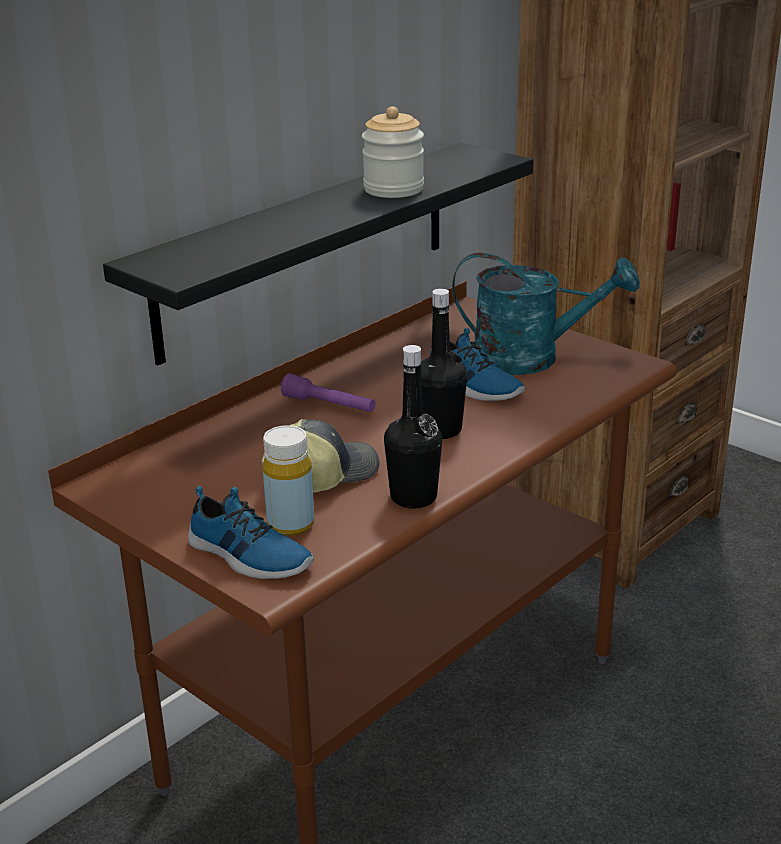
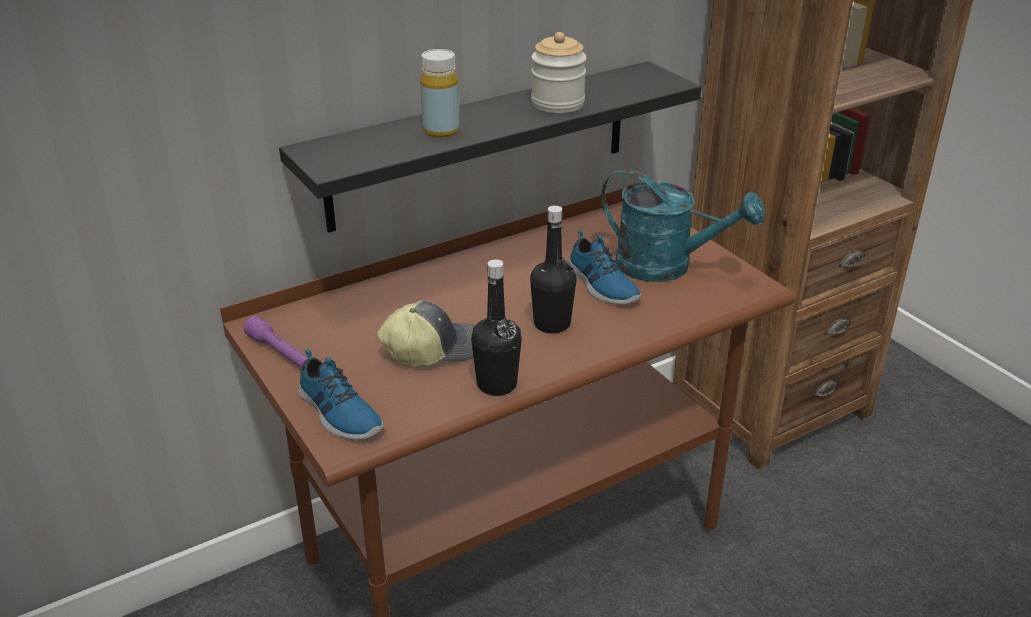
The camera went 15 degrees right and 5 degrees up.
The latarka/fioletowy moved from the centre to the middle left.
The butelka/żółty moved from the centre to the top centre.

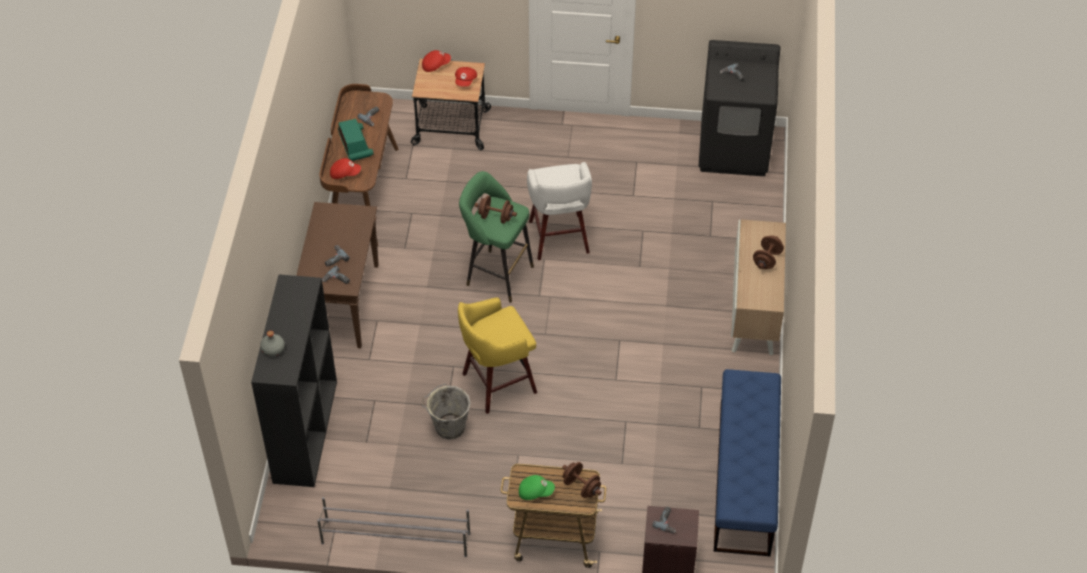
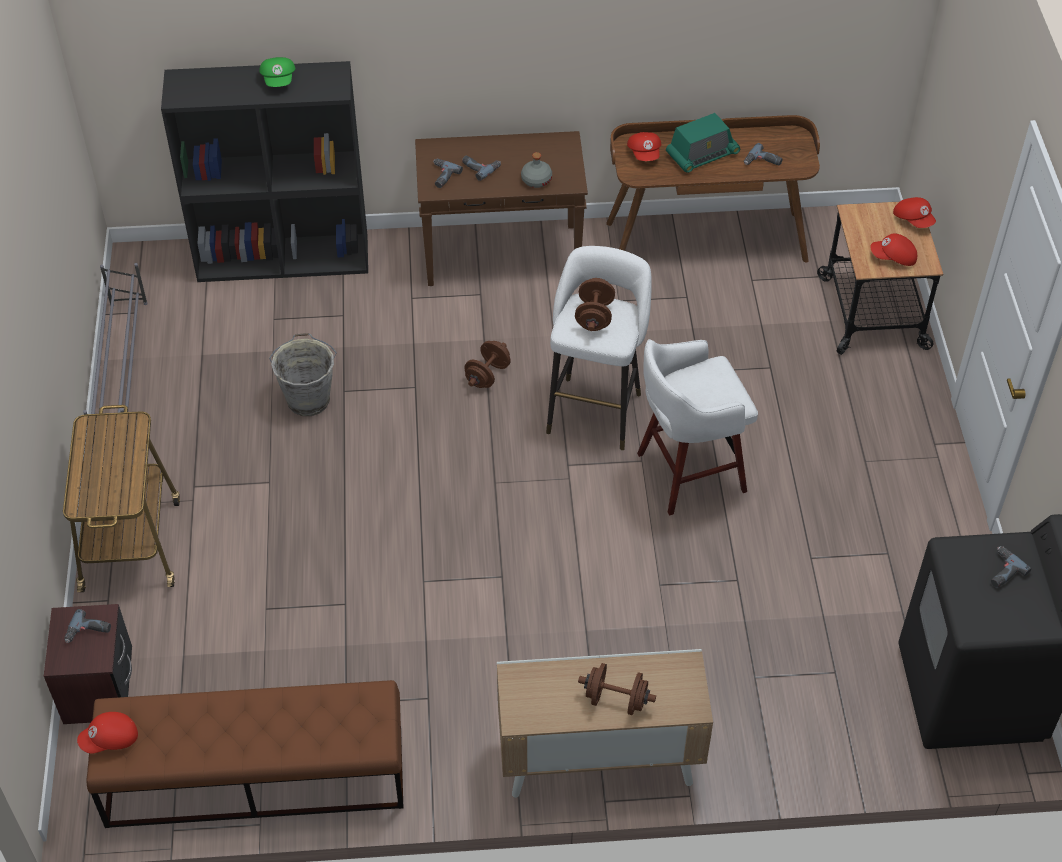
The camera went 80 degrees right and 0 degrees up.
The czapka z daszkiem/czerwony (1st from left) at the bottom left appeared.
The ławka/niebieski at the bottom right became the ławka/brązowy at the bottom left.
The czapka z daszkiem/zielony moved from the bottom centre to the top left.
The hantel/brązowy (2nd from left in the first image) moved from the bottom centre to the centre.
The butelka/szary moved from the middle left to the top centre.
The stołek/zielony at the centre became the stołek/biały (1st from left) at the centre.
The stołek/żółty at the centre disappeared.

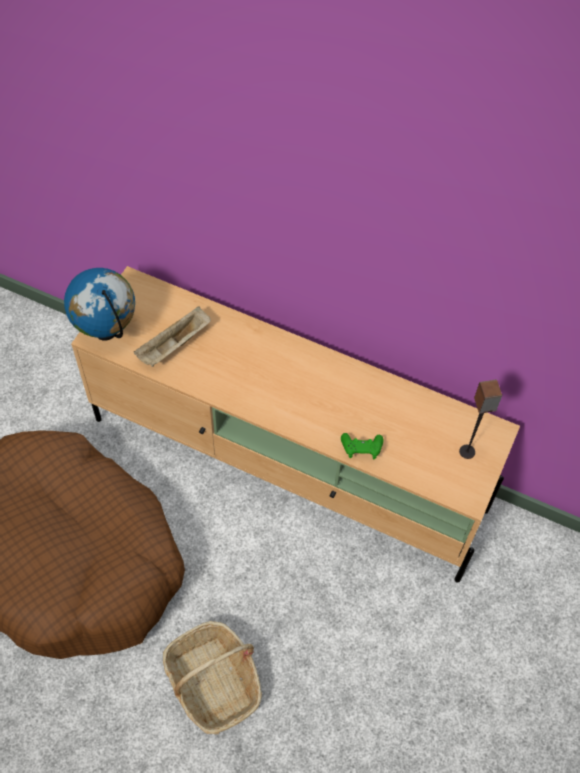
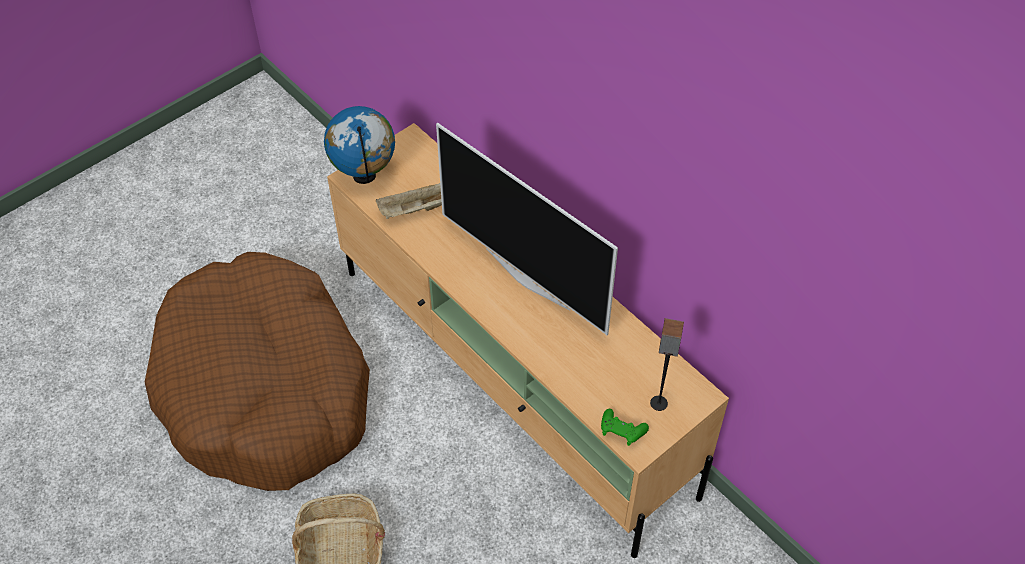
The camera went 25 degrees right and 5 degrees down.
The telewizor at the centre appeared.
The pad do gier/zielony moved from the centre to the bottom centre.

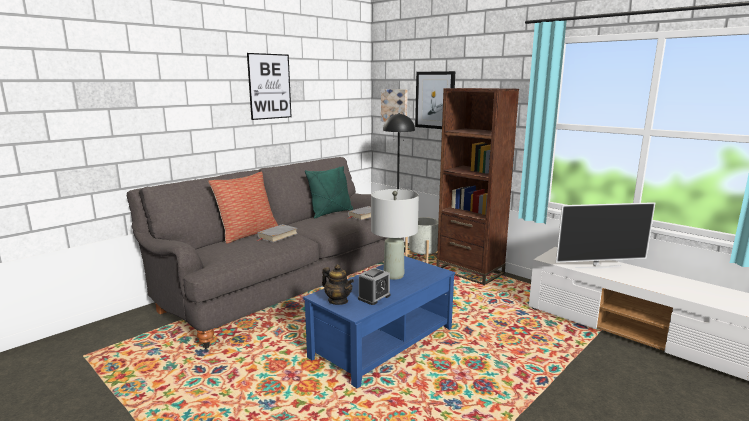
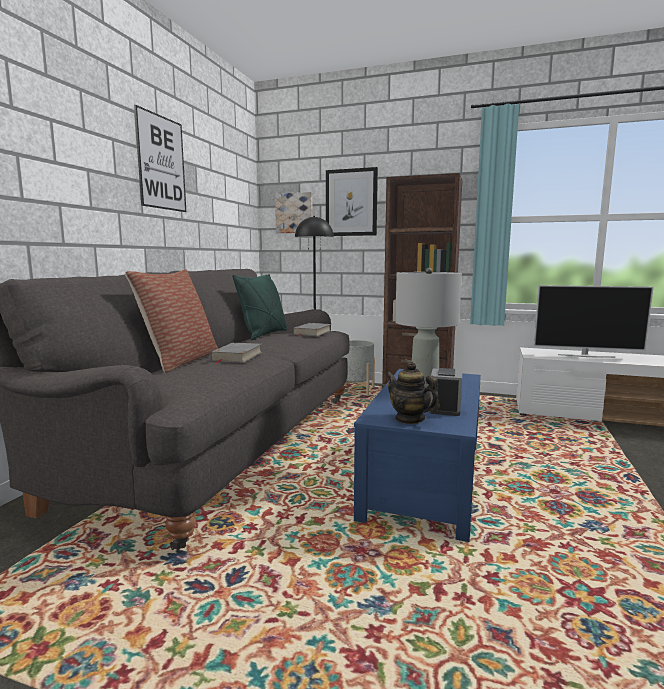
The camera went 25 degrees left and 5 degrees down.
The imbryk at the bottom centre turned 150 degrees counterclockwise.
The telewizor at the middle right turned 45 degrees clockwise.

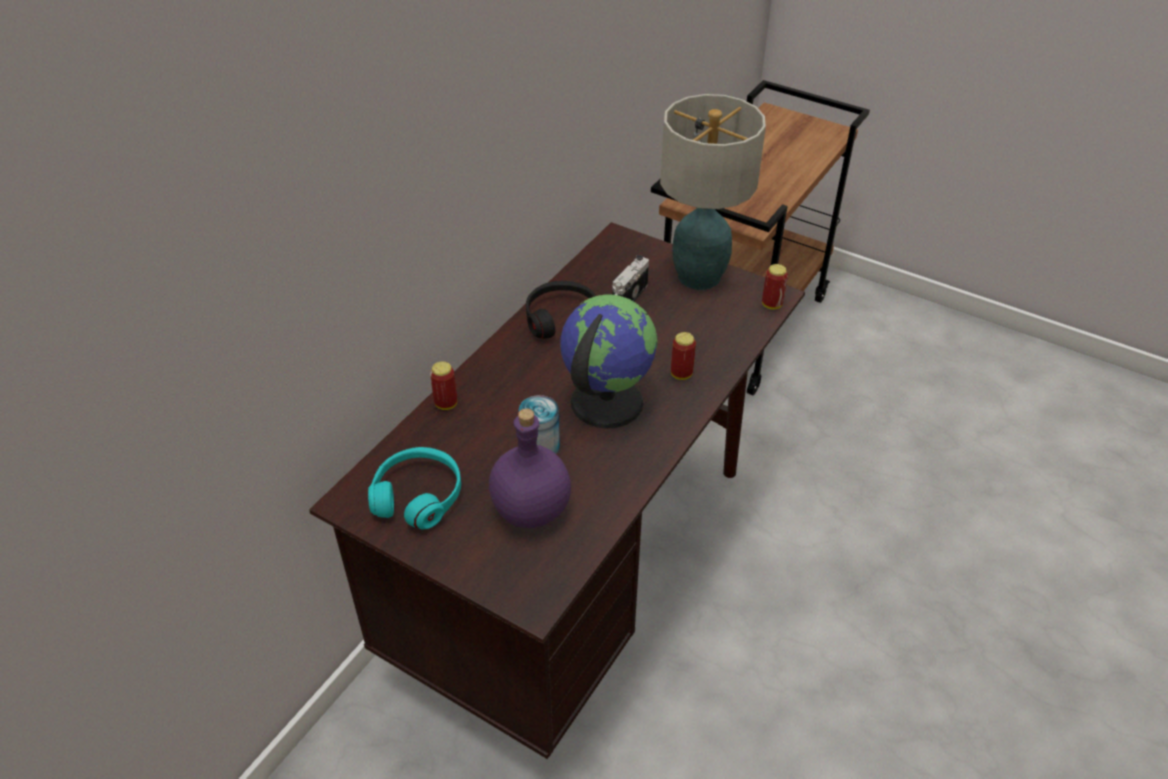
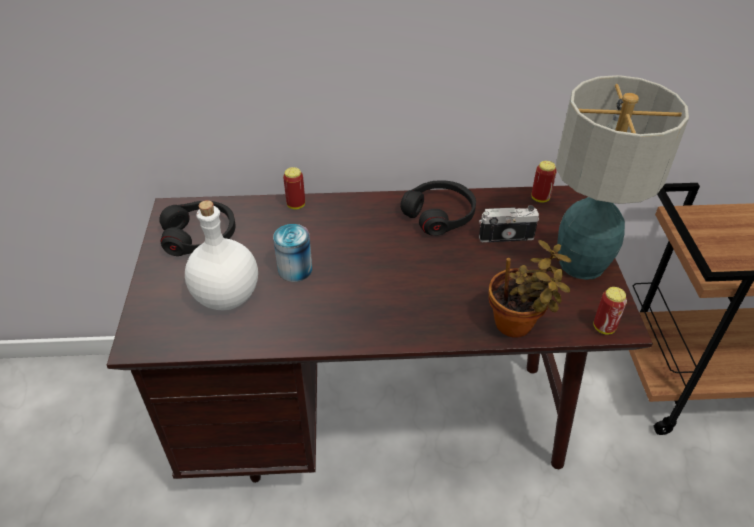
The camera went 55 degrees right and 0 degrees up.
The słuchawki/turkusowy at the centre became the słuchawki/czarny (1st from left) at the middle left.
The butelka/fioletowy at the centre became the butelka/biały at the middle left.
The roślina doniczkowa at the middle right appeared.
The puszka (3rd from left) moved from the centre to the middle right.
The globus at the centre disappeared.

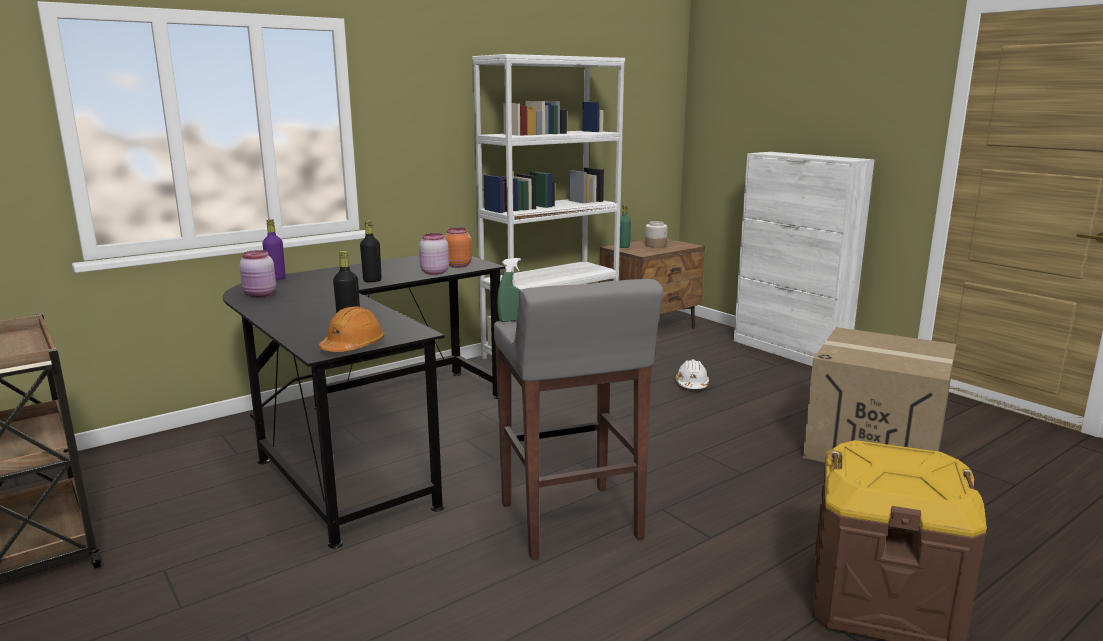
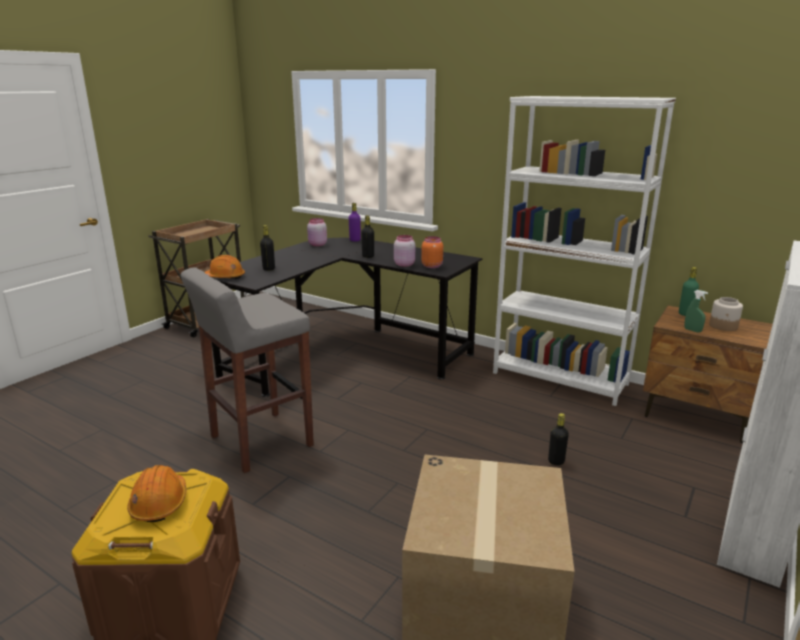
The camera went 70 degrees right and 5 degrees up.
The kask/pomarańczowy (1st from left) at the bottom left appeared.
The kask/biały at the centre was replaced by the butelka/czarny (3rd from left) at the bottom right.
The spryskiwacz/zielony moved from the centre to the middle right.

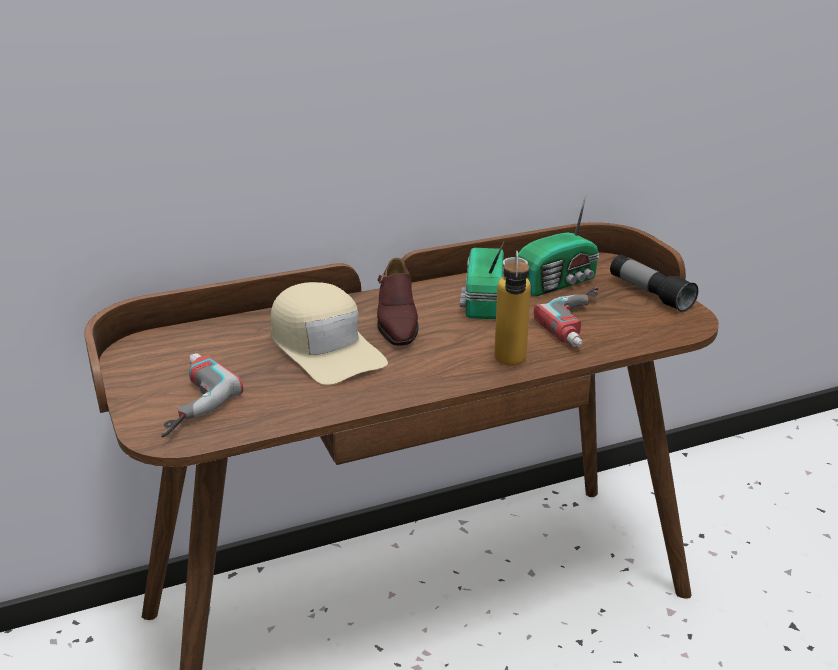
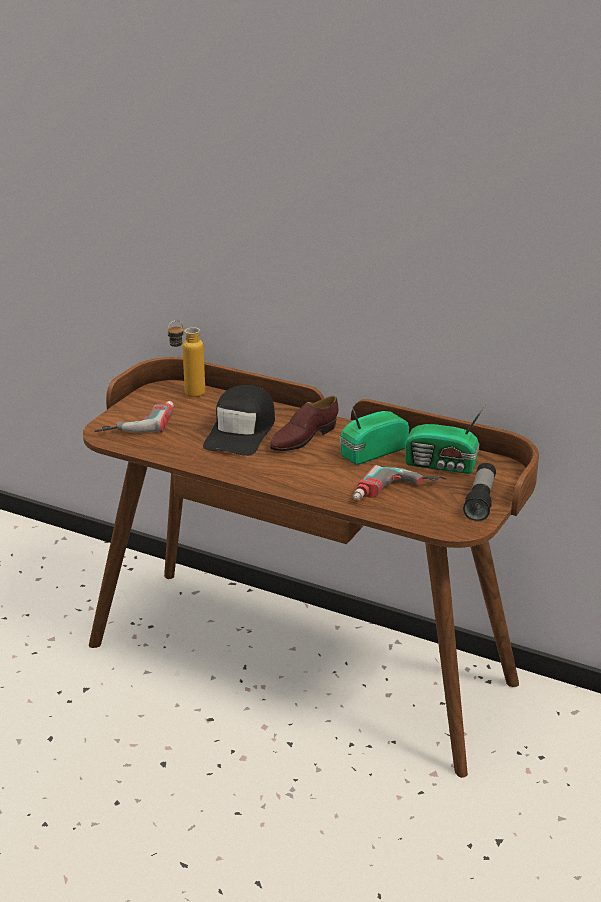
The camera went 50 degrees right and 0 degrees up.
The butelka moved from the centre to the middle left.
The czapka z daszkiem/beżowy at the centre became the czapka z daszkiem/czarny at the centre.

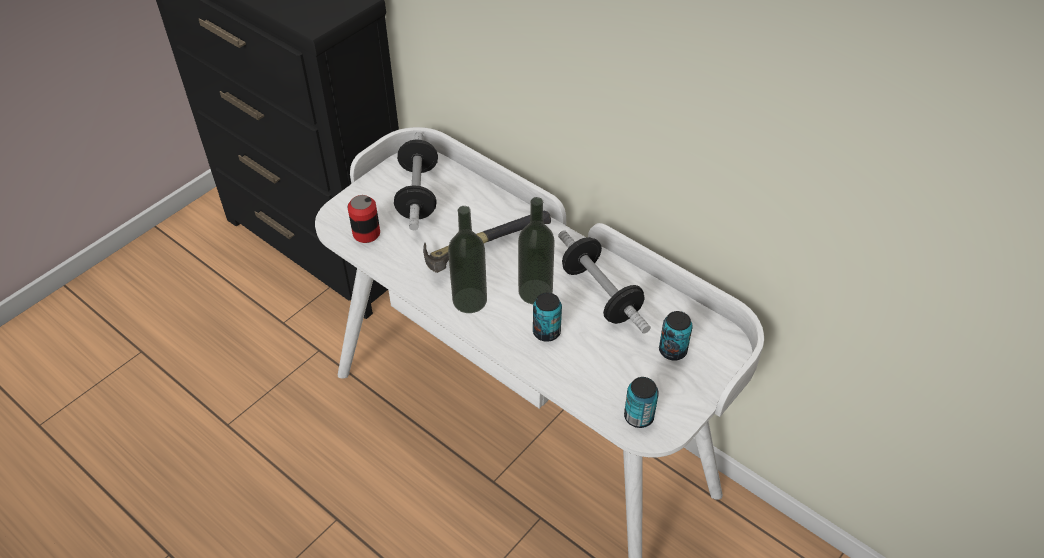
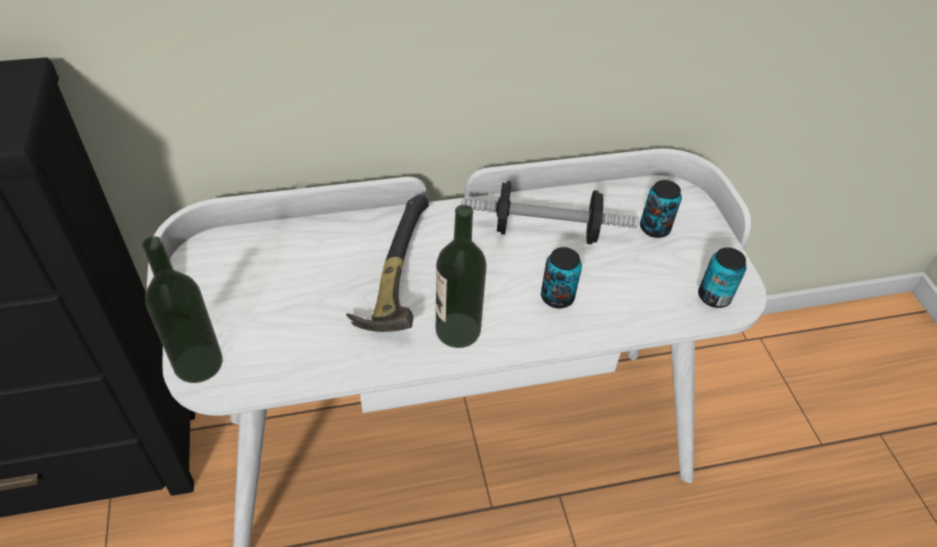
The camera went 55 degrees left and 0 degrees up.
The butelka (2nd from left in the first image) moved from the centre to the middle left.
The puszka (1st from left) at the centre disappeared.
The hantel (1st from left) at the top centre disappeared.

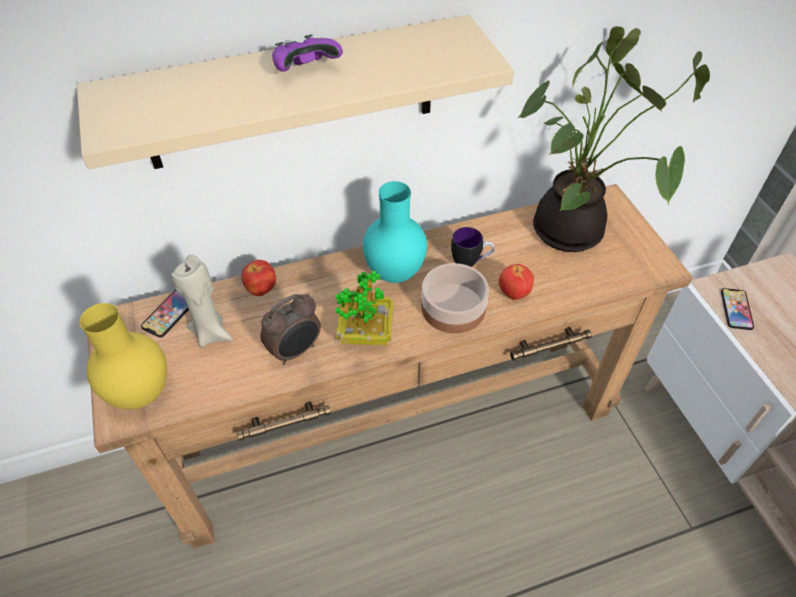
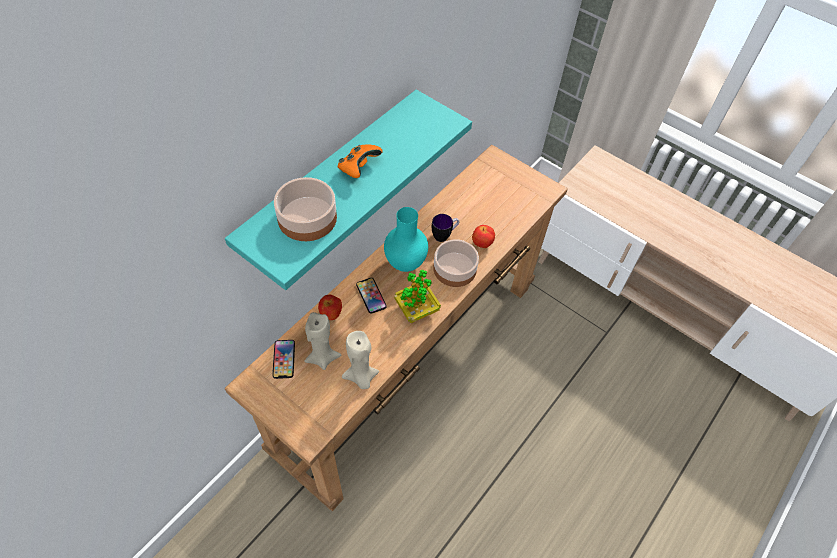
The camera went 35 degrees left and 5 degrees up.
The półka/beżowy at the top centre became the półka/turkusowy at the centre.
The miska (1st from left) at the centre appeared.
The pad do gier/fioletowy at the top centre became the pad do gier/pomarańczowy at the top centre.
The świeca/beżowy (2nd from left) at the centre appeared.
The telefon (2nd from left) moved from the middle right to the centre.
The wazon/żółty at the middle left disappeared.
The budzik at the centre disappeared.
The roślina doniczkowa (2nd from left) at the top right disappeared.

